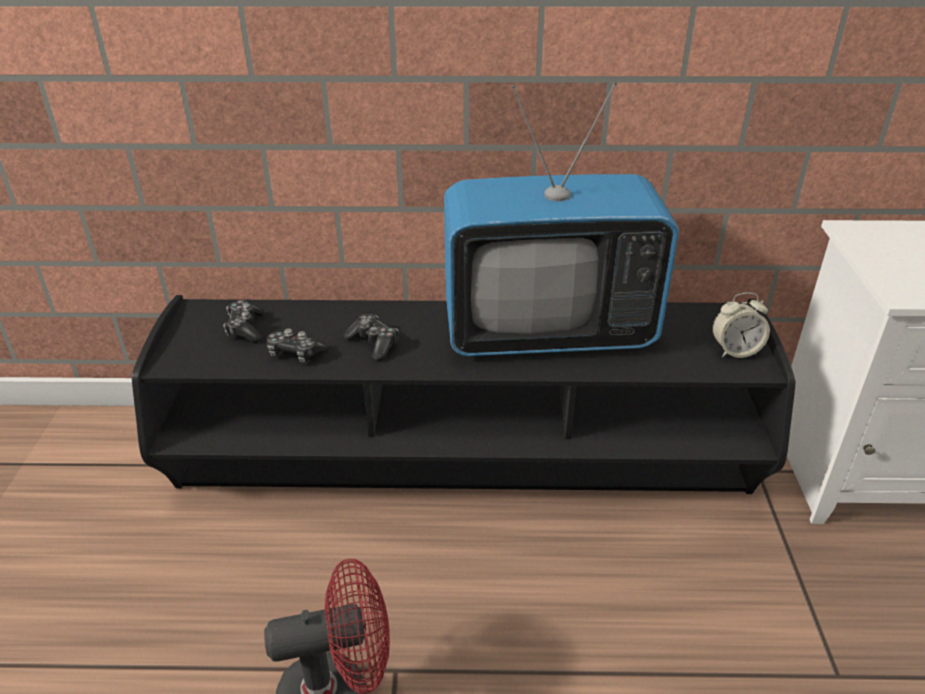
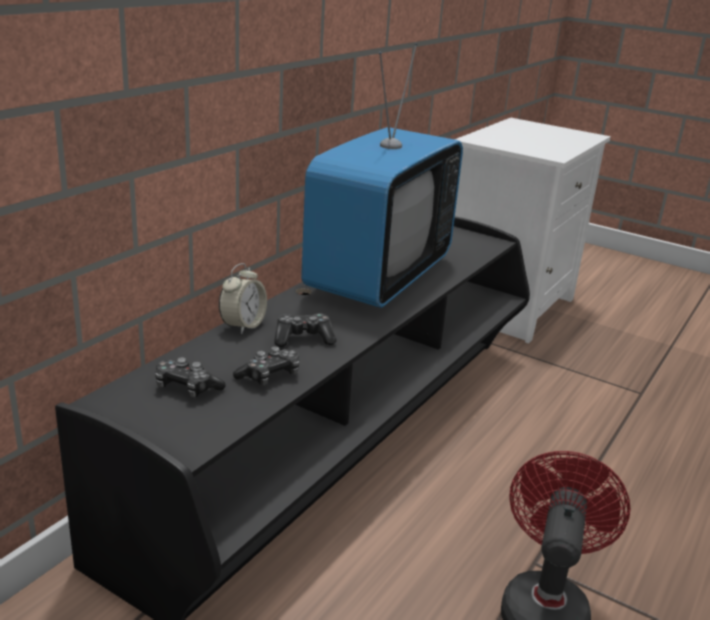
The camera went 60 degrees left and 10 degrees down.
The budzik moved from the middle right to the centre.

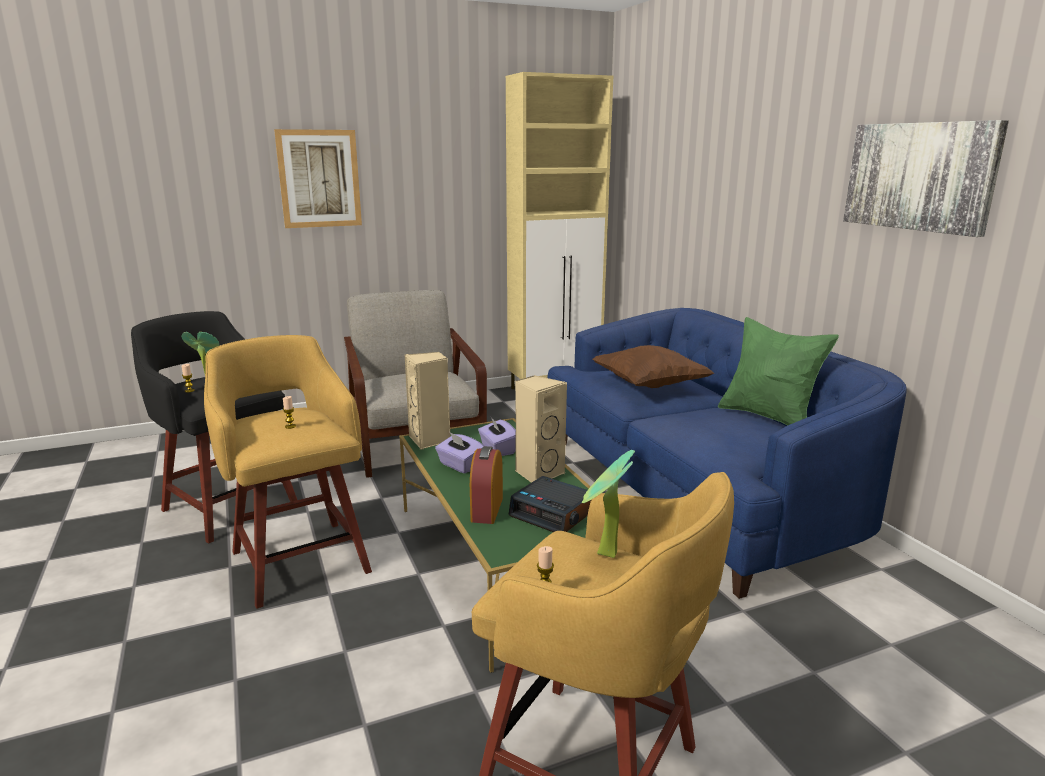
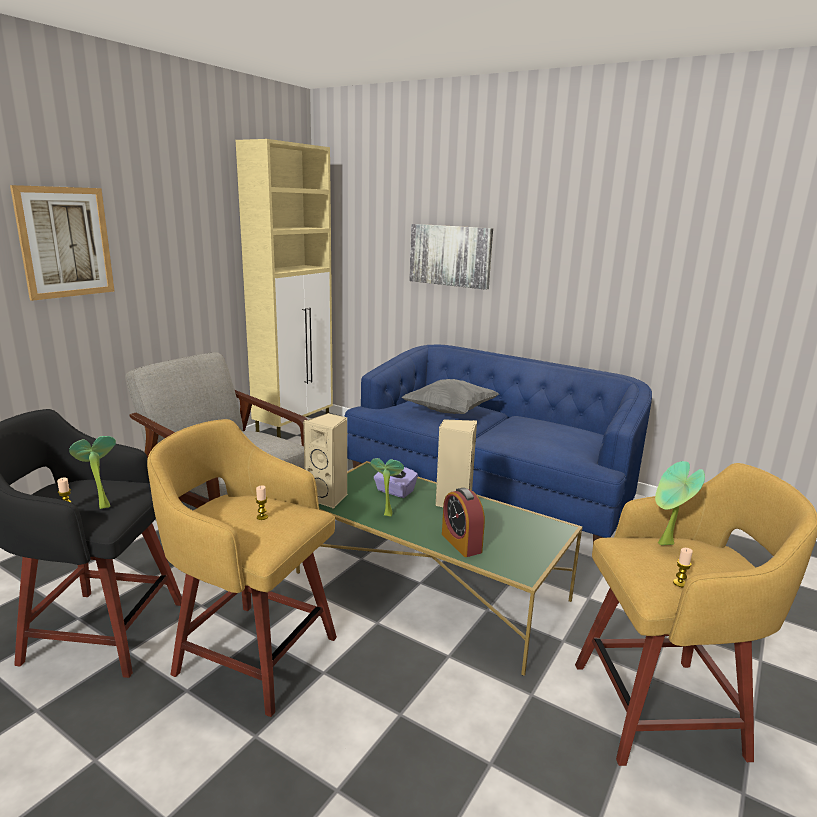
The camera went 35 degrees left and 0 degrees up.
The pudełko chusteczek/fioletowy (1st from left) at the centre was replaced by the roślina doniczkowa (2nd from left) at the centre.
The poduszka/brązowy at the centre became the poduszka/szary at the centre.
The obraz (2nd from left) moved from the top right to the top centre.
The budzik (2nd from left) at the centre disappeared.
The poduszka/zielony at the middle right disappeared.

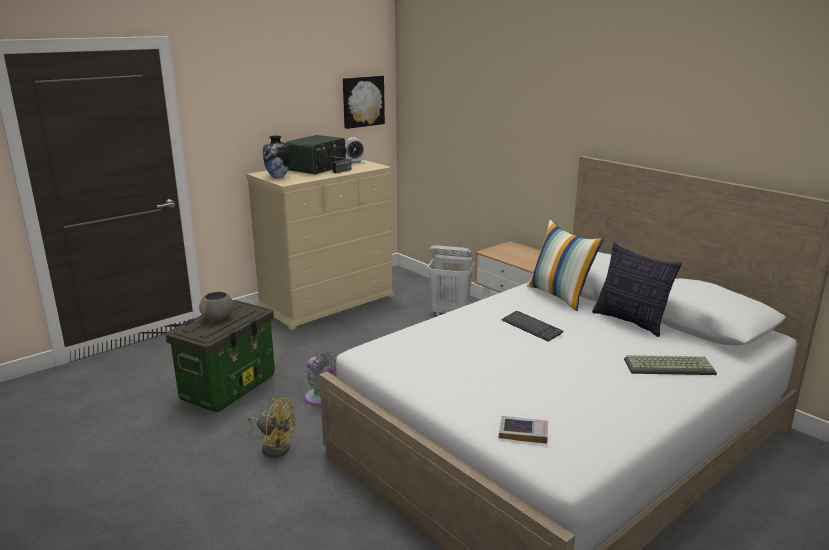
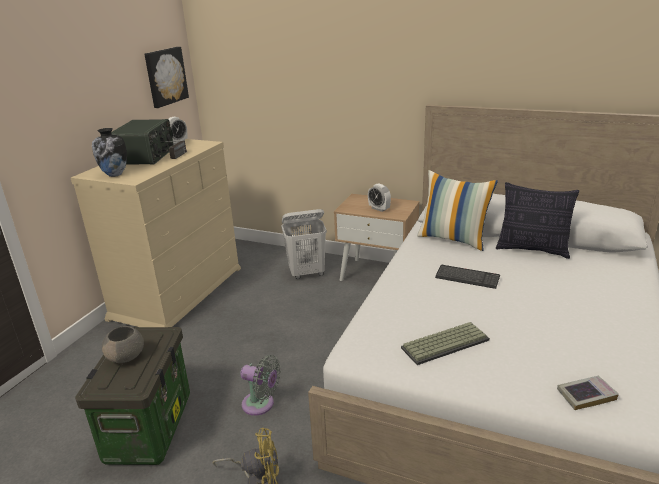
The camera went 25 degrees left and 5 degrees up.
The budzik (2nd from left) at the centre appeared.
The klawiatura (2nd from left in the first image) moved from the middle right to the bottom right.

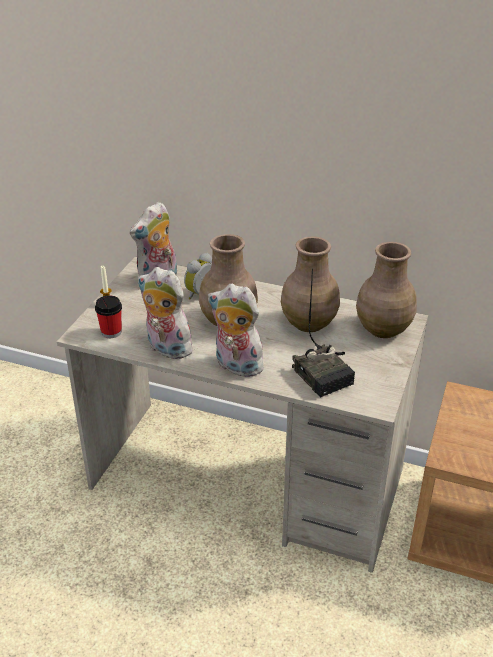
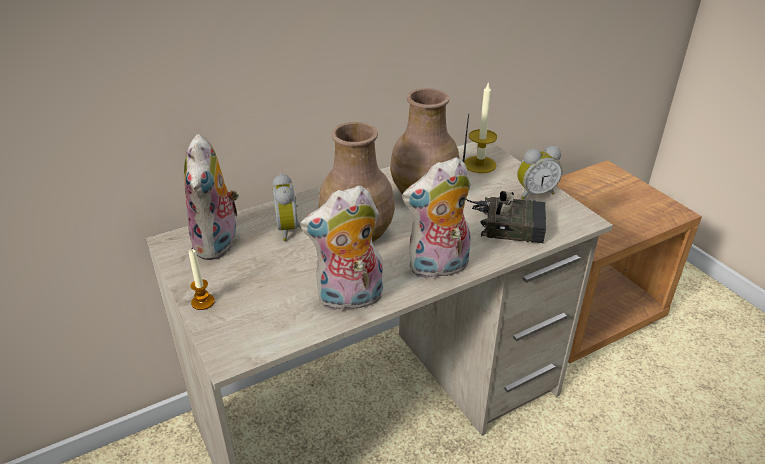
The camera went 50 degrees left and 0 degrees up.
The wazon/brązowy (3rd from left) at the middle right was replaced by the świeca (2nd from left) at the top centre.
The budzik (2nd from left) at the middle right appeared.
The filiżanka at the middle left disappeared.

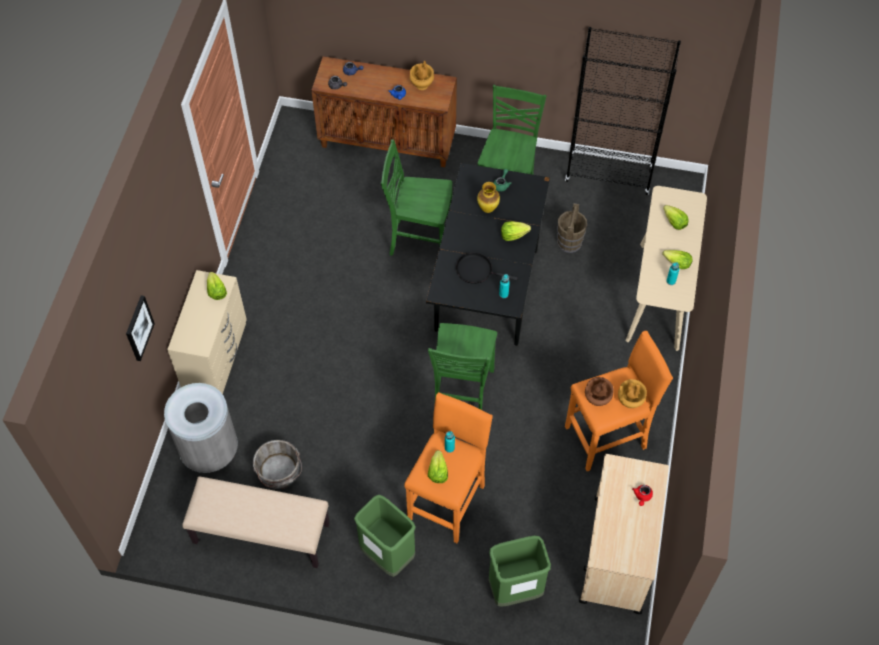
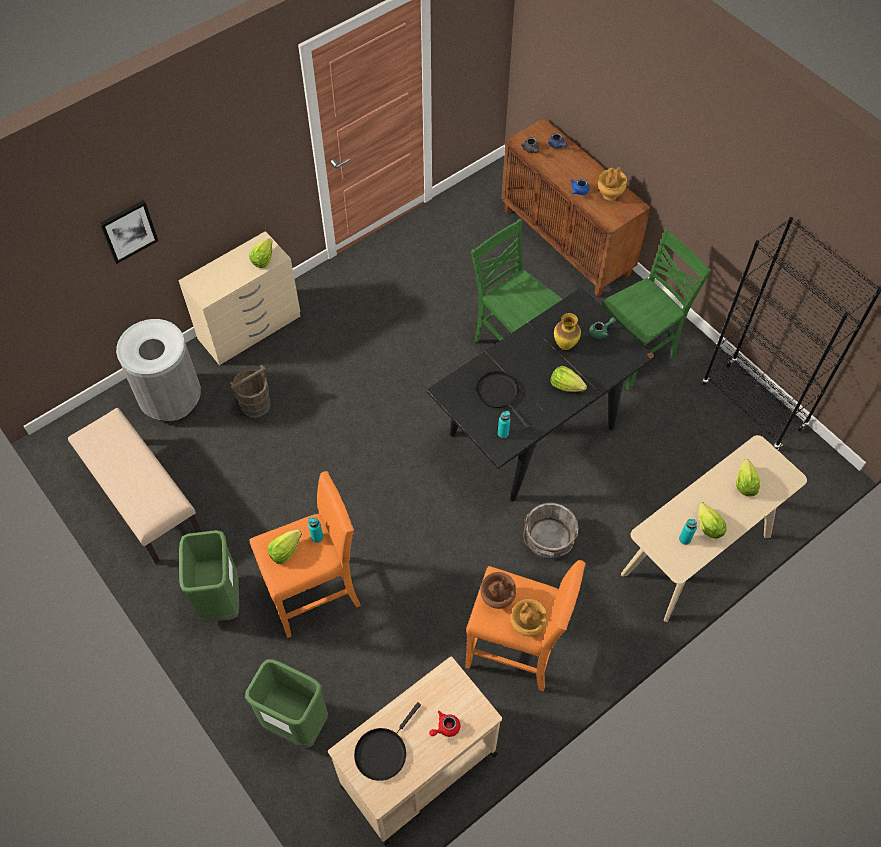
The camera went 40 degrees right and 0 degrees up.
The wiadro/brązowy moved from the centre to the middle left.
The patelnia/czarny (1st from left) at the bottom centre appeared.
The wiadro/szary moved from the bottom left to the centre.
The krzesło/zielony (2nd from left) at the centre disappeared.

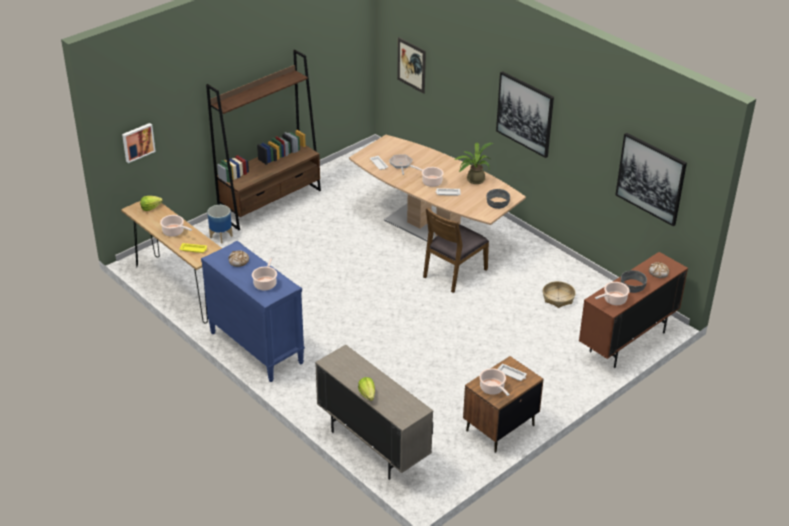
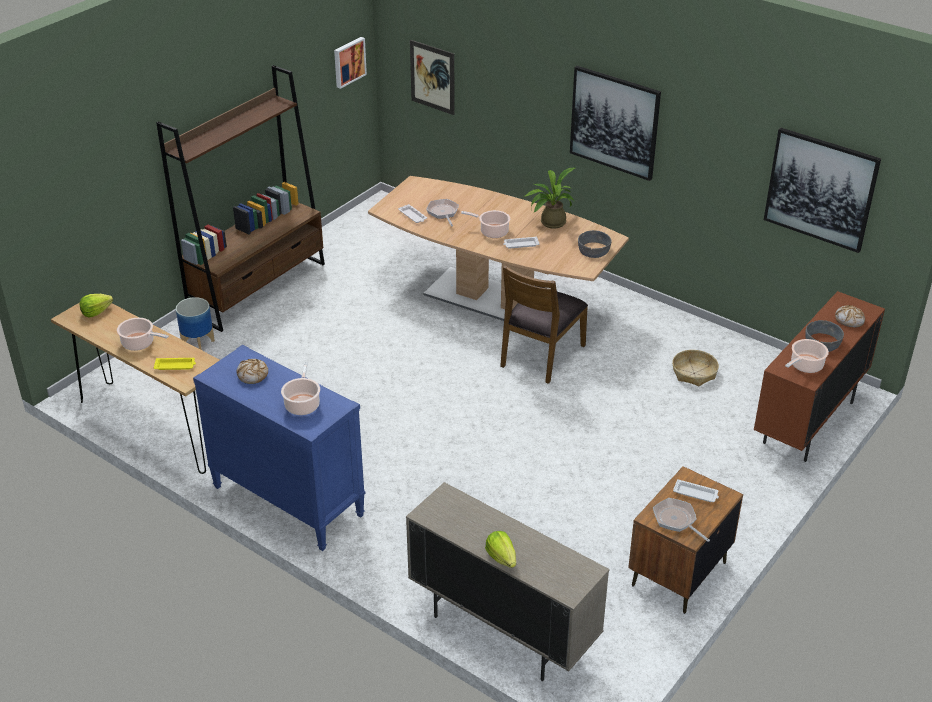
The camera went 10 degrees left and 0 degrees up.
The obraz (1st from left) moved from the top left to the top centre.
The garnek (4th from left) at the bottom centre was replaced by the patelnia (2nd from left) at the bottom right.

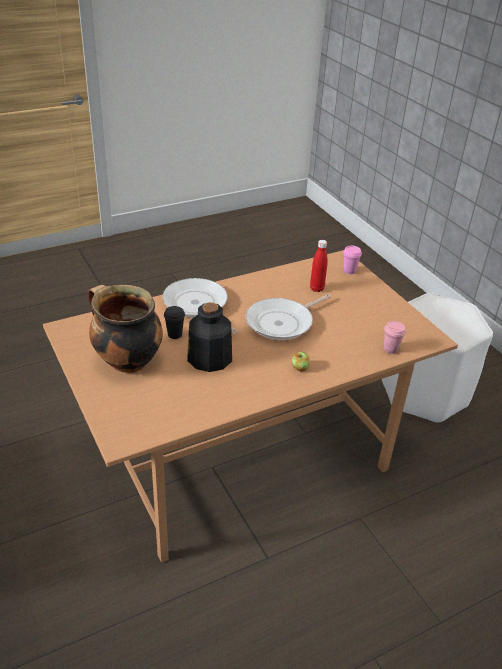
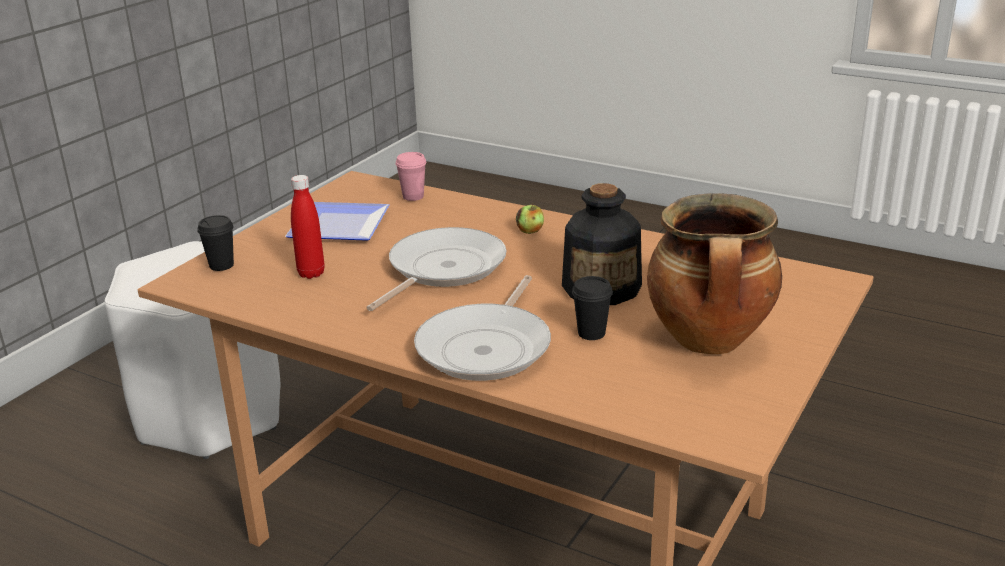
The camera went 120 degrees left and 10 degrees down.
The filiżanka/różowy (1st from left) at the middle right became the filiżanka/czarny (1st from left) at the middle left.
The talerz at the centre appeared.
The patelnia (2nd from left in the first image) at the centre turned 75 degrees counterclockwise.

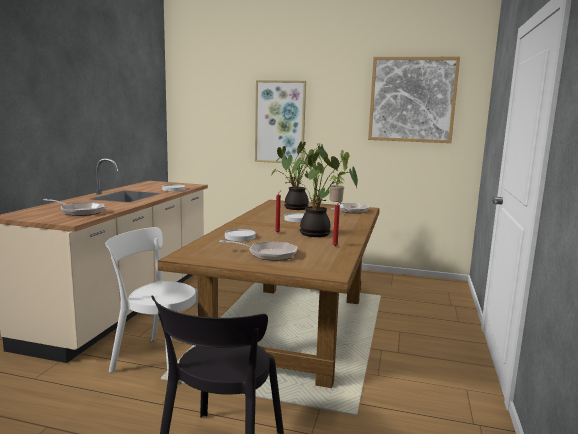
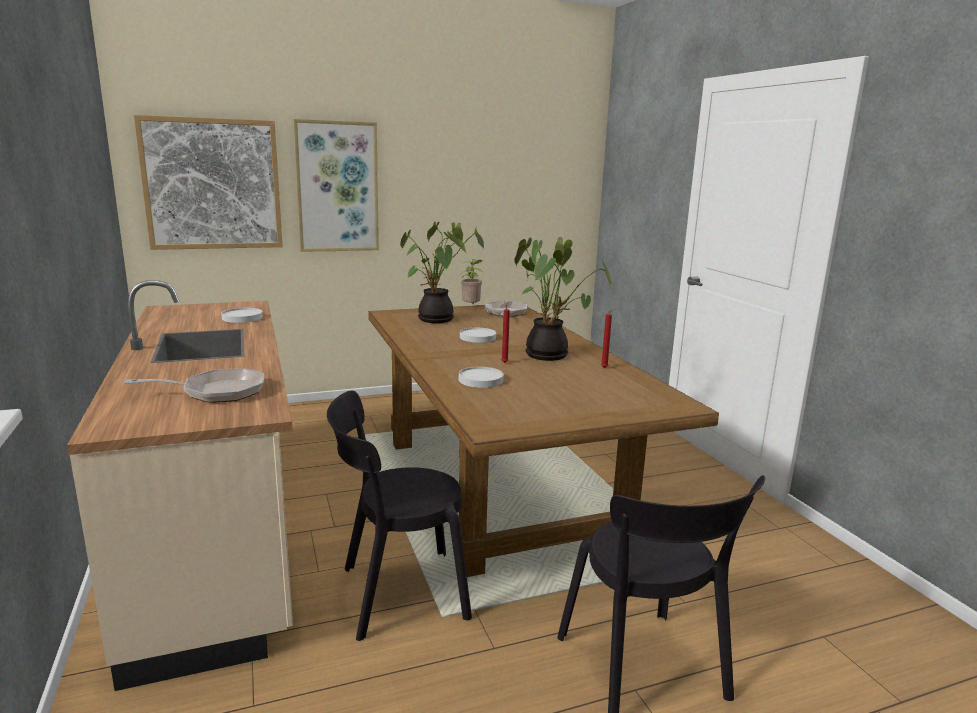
The camera went 35 degrees left and 5 degrees up.
The obraz (2nd from left in the first image) moved from the top right to the top left.
The krzesło/biały at the bottom left became the krzesło/czarny (1st from left) at the bottom centre.
The patelnia (2nd from left) at the centre disappeared.

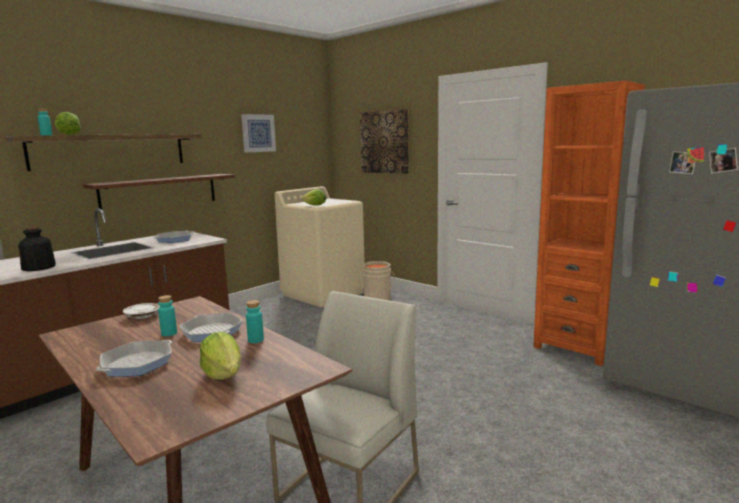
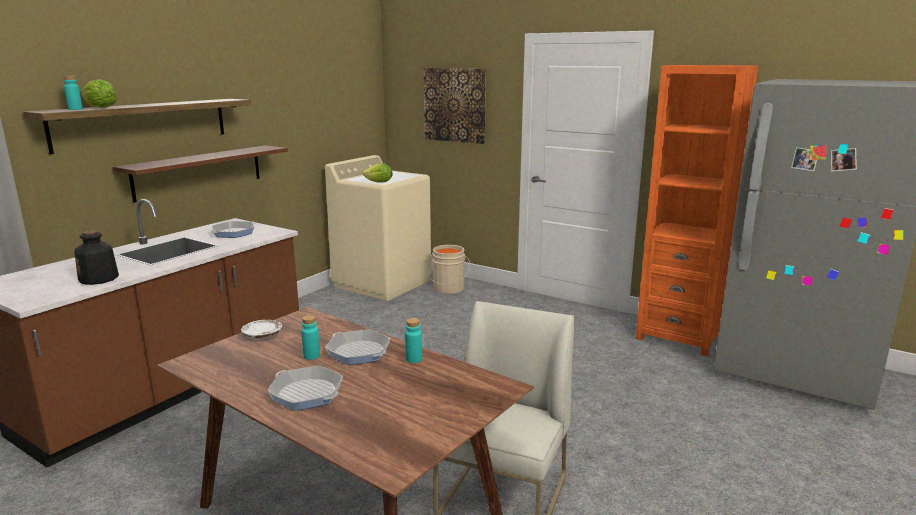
The camera went 10 degrees left and 5 degrees up.
The patelnia (1st from left in the first image) at the bottom left turned 105 degrees clockwise.
The sałata (2nd from left) at the bottom left disappeared.
The obraz (1st from left) at the top centre disappeared.

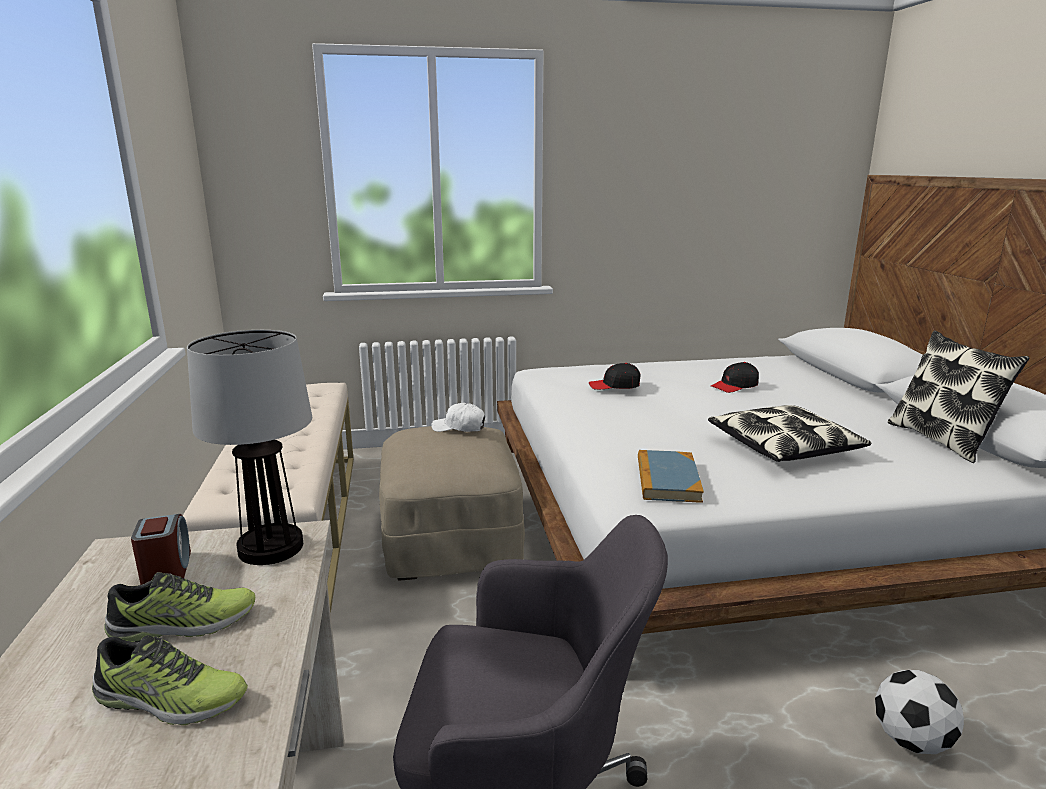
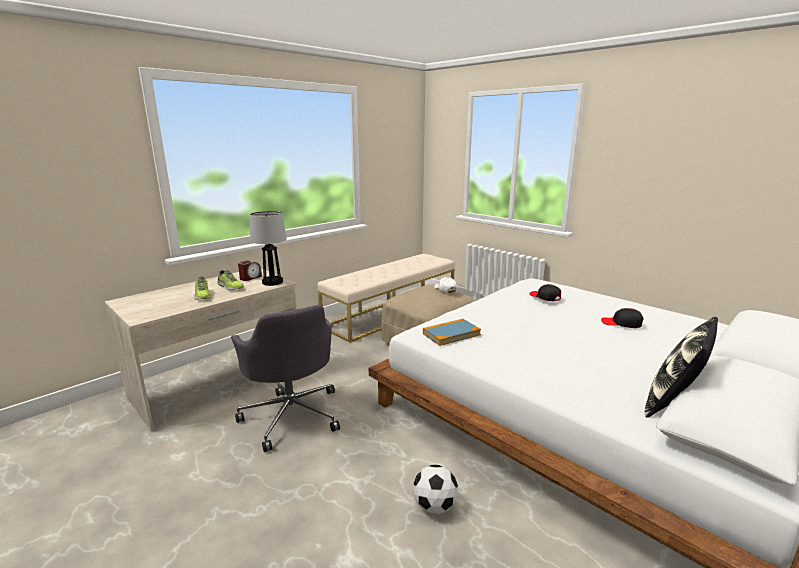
The camera went 55 degrees right and 0 degrees up.
The poduszka (1st from left) at the middle right disappeared.

